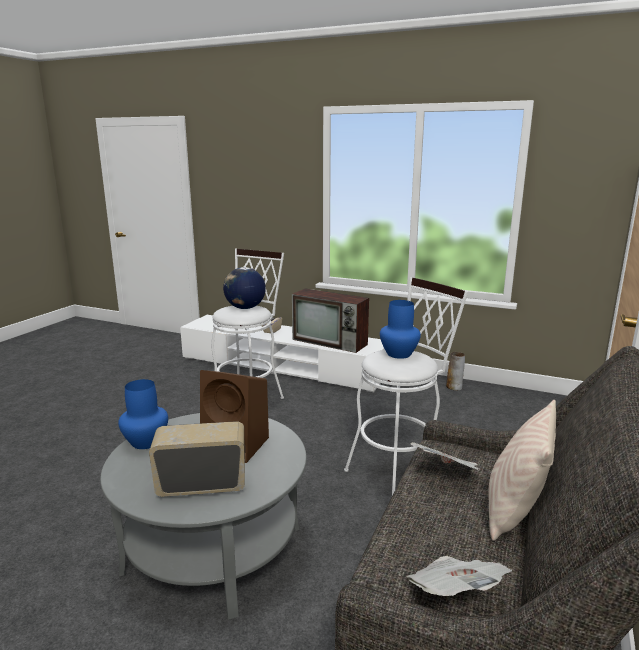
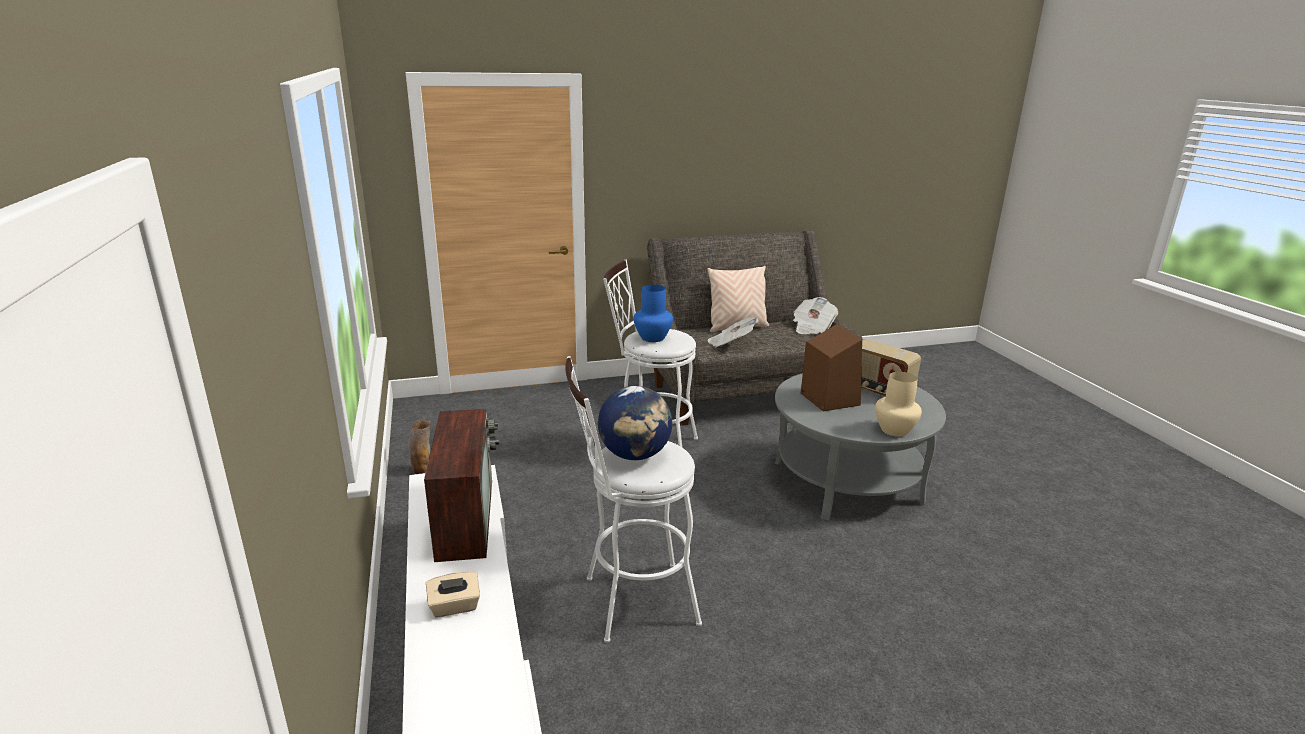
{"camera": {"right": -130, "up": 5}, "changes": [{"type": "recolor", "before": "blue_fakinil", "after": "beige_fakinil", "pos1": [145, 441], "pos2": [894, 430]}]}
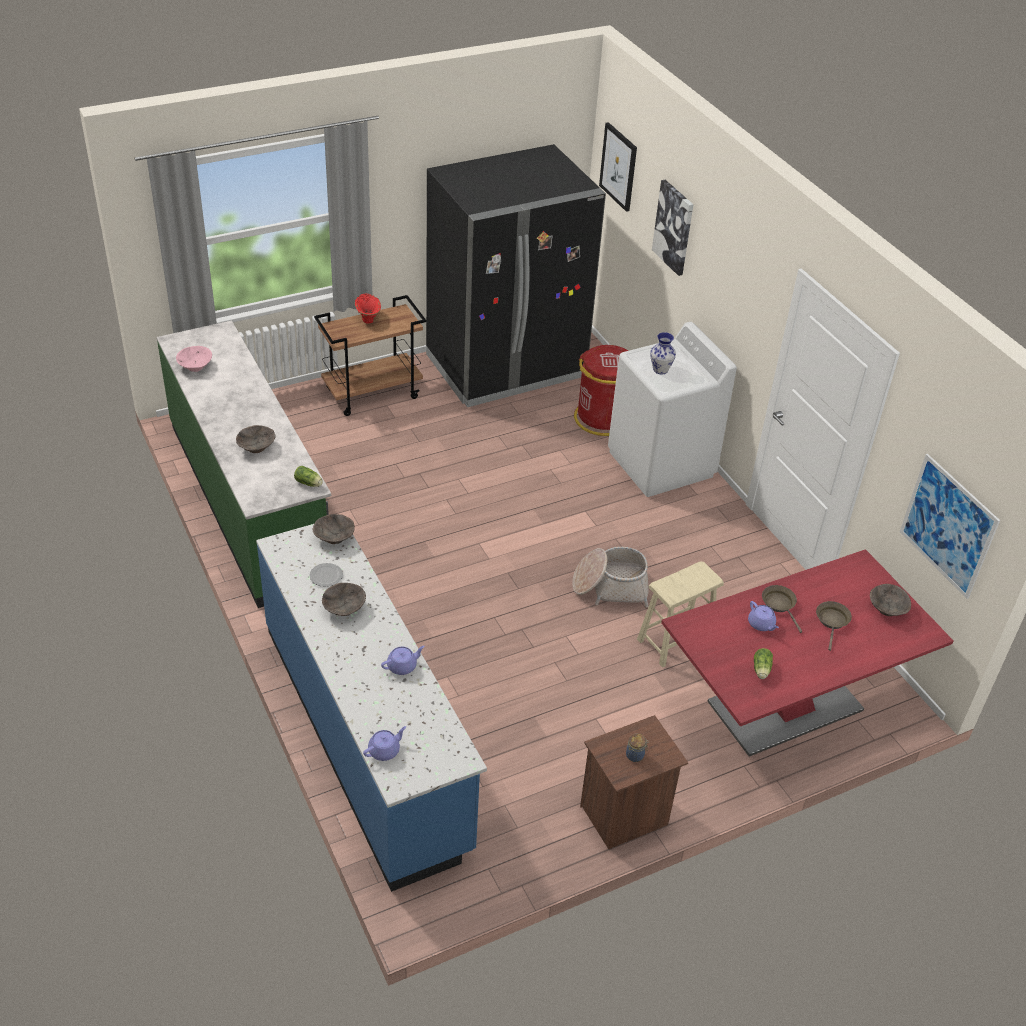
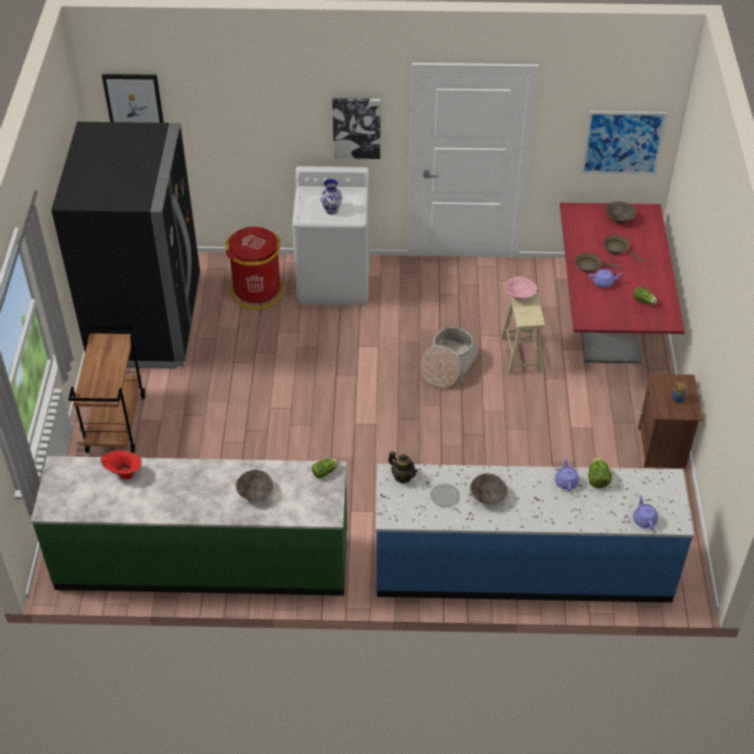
{"camera": {"right": -60, "up": 5}, "changes": [{"type": "move", "before": "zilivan", "pos1": [674, 227], "pos2": [356, 127]}, {"type": "move", "before": "red_fakinil", "pos1": [368, 318], "pos2": [123, 473]}, {"type": "move", "before": "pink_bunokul", "pos1": [195, 366], "pos2": [519, 295]}, {"type": "replace", "before": "brown_bunokul", "after": "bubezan", "pos1": [335, 538], "pos2": [402, 476]}, {"type": "insert", "after": "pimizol", "pos2": [597, 479]}]}
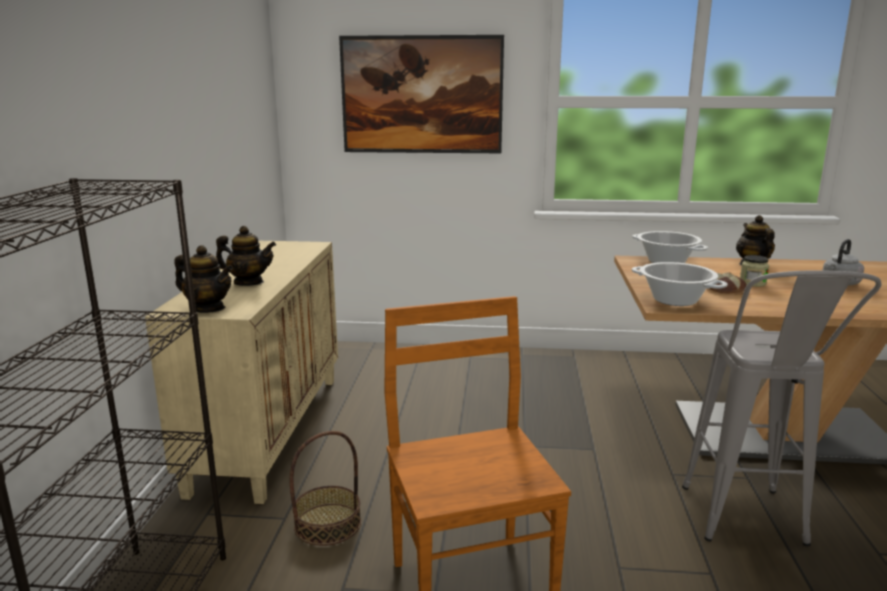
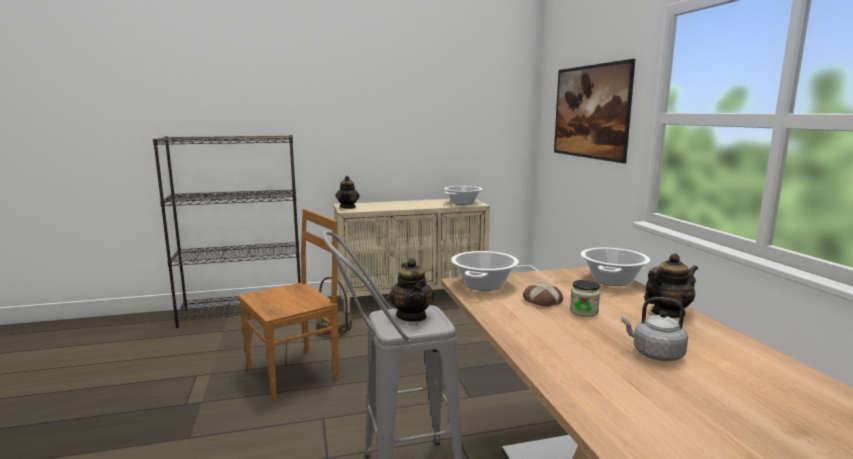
{"camera": {"right": 70, "up": -5}, "changes": [{"type": "move", "before": "bubezan", "pos1": [248, 283], "pos2": [412, 316]}, {"type": "insert", "after": "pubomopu", "pos2": [463, 203]}]}
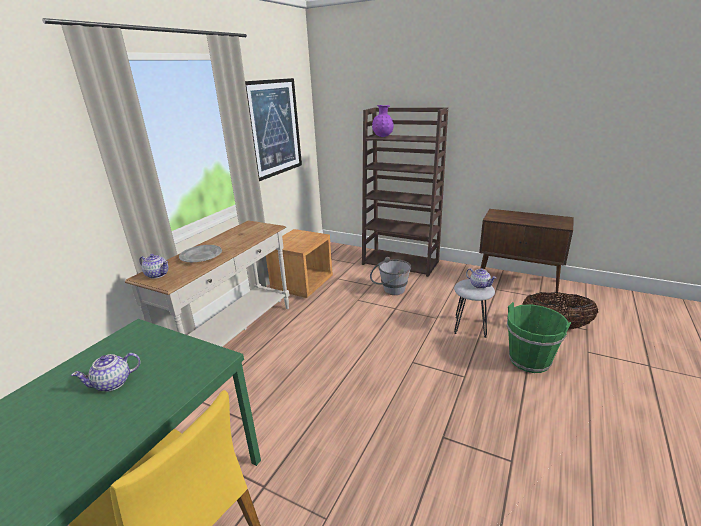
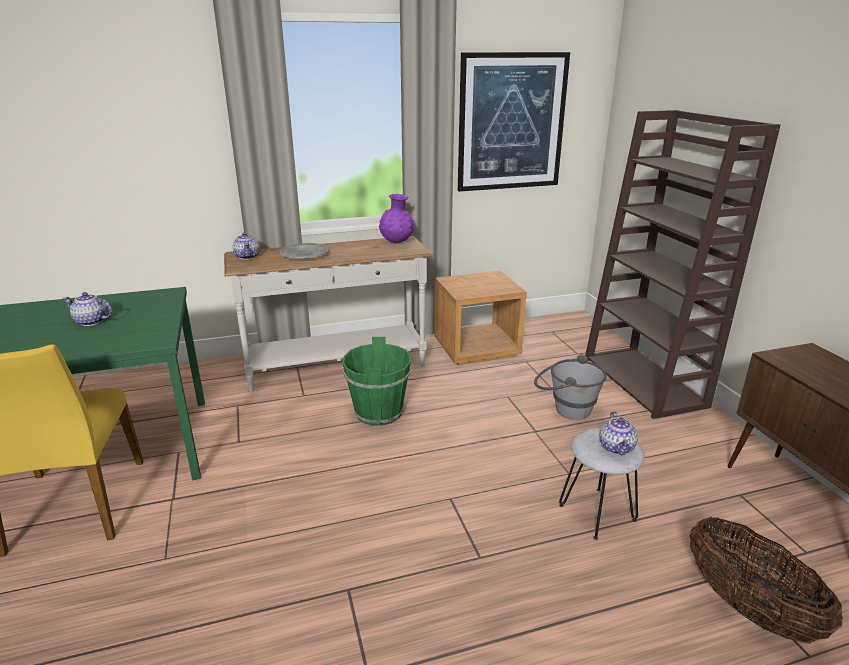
{"camera": {"right": 45, "up": 0}, "changes": [{"type": "move", "before": "purple_fakinil", "pos1": [382, 137], "pos2": [397, 242]}, {"type": "move", "before": "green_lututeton", "pos1": [529, 360], "pos2": [379, 412]}]}
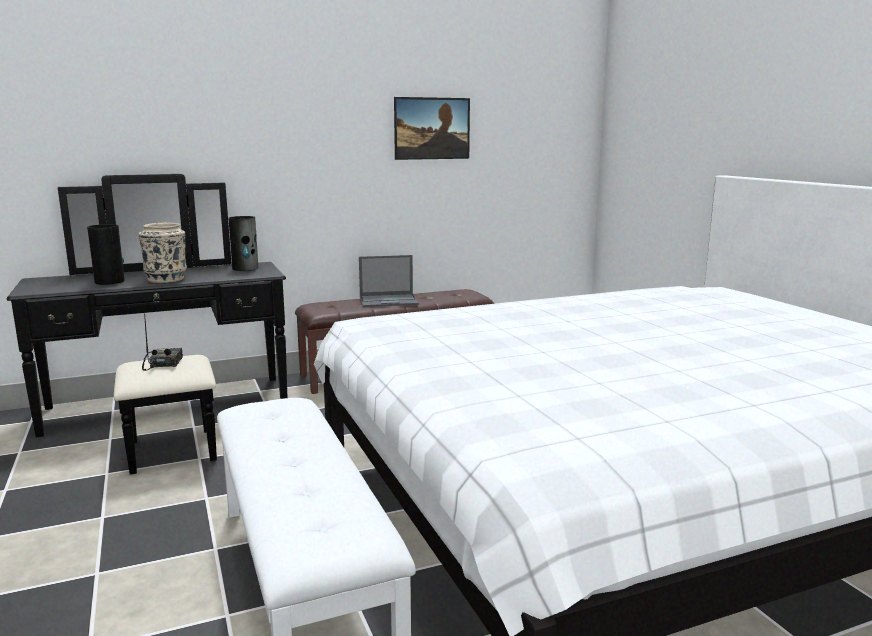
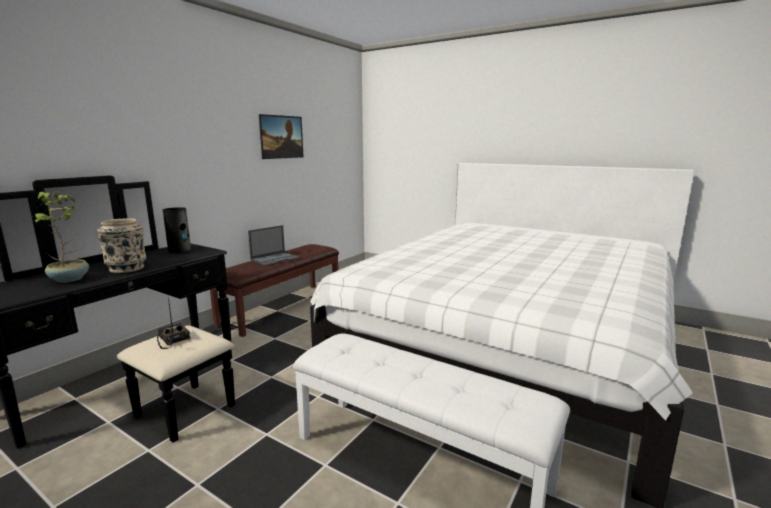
{"camera": {"right": -35, "up": 0}, "changes": [{"type": "replace", "before": "fakinil", "after": "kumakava", "pos1": [109, 281], "pos2": [71, 279]}]}
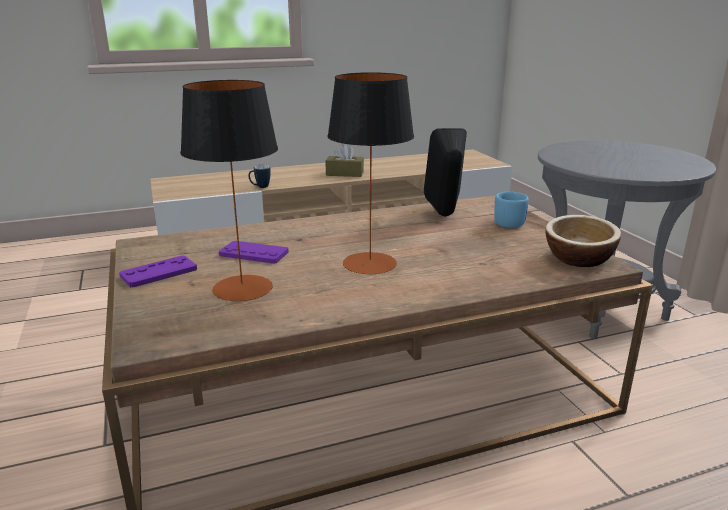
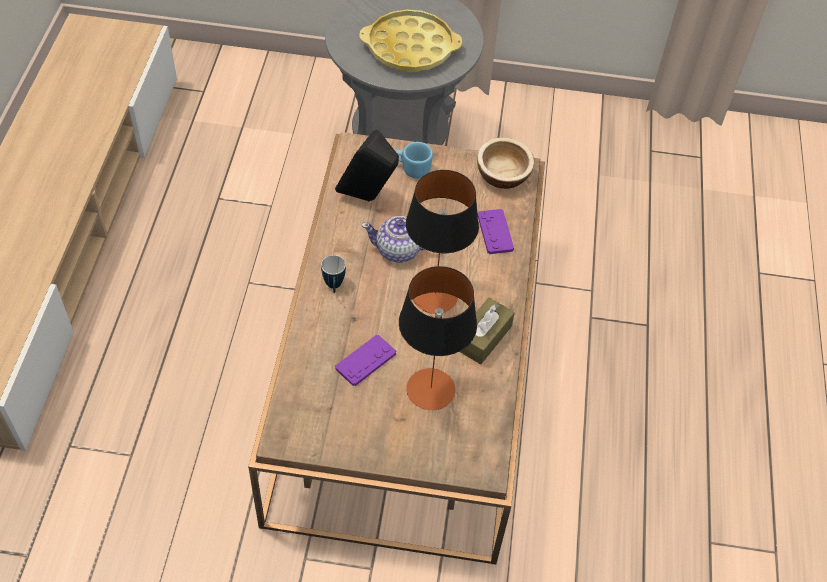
{"camera": {"right": -65, "up": 30}, "changes": [{"type": "move", "before": "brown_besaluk", "pos1": [344, 173], "pos2": [483, 337]}, {"type": "move", "before": "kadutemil", "pos1": [260, 187], "pos2": [334, 287]}, {"type": "move", "before": "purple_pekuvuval", "pos1": [159, 273], "pos2": [495, 232]}, {"type": "insert", "after": "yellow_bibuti", "pos2": [410, 48]}, {"type": "insert", "after": "bubezan", "pos2": [399, 250]}]}
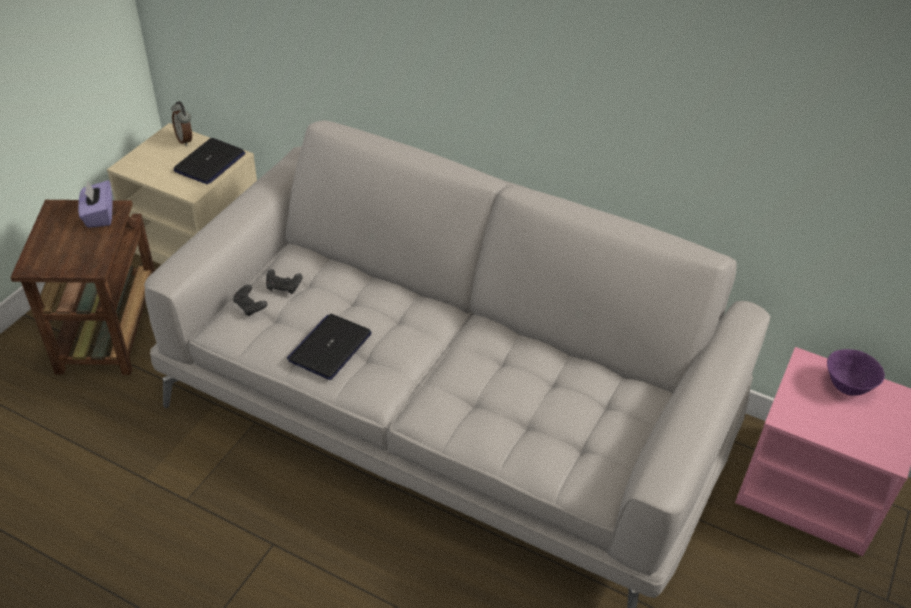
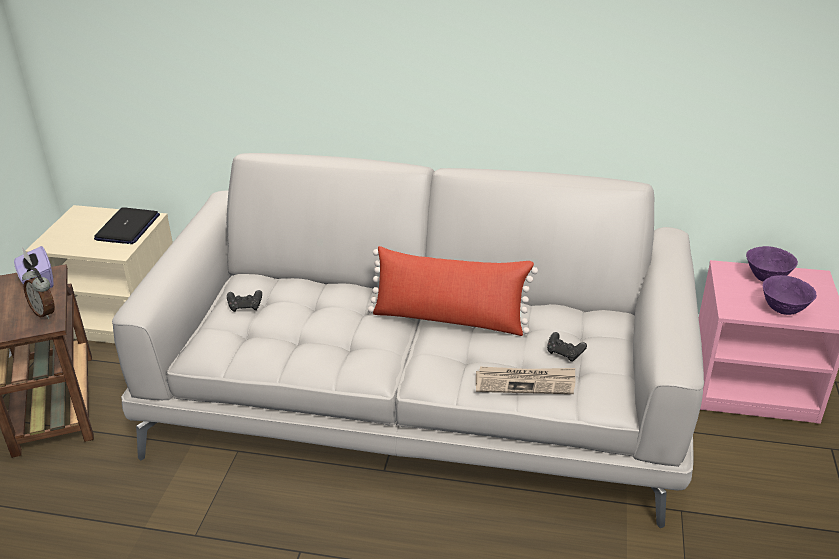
{"camera": {"right": -15, "up": -10}, "changes": [{"type": "move", "before": "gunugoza", "pos1": [185, 140], "pos2": [45, 312]}, {"type": "move", "before": "black_pekuvuval", "pos1": [250, 307], "pos2": [564, 353]}, {"type": "delete", "before": "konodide", "pos1": [330, 347]}, {"type": "insert", "after": "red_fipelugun", "pos2": [449, 319]}, {"type": "insert", "after": "purple_bunokul", "pos2": [783, 310]}, {"type": "insert", "after": "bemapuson", "pos2": [525, 382]}]}
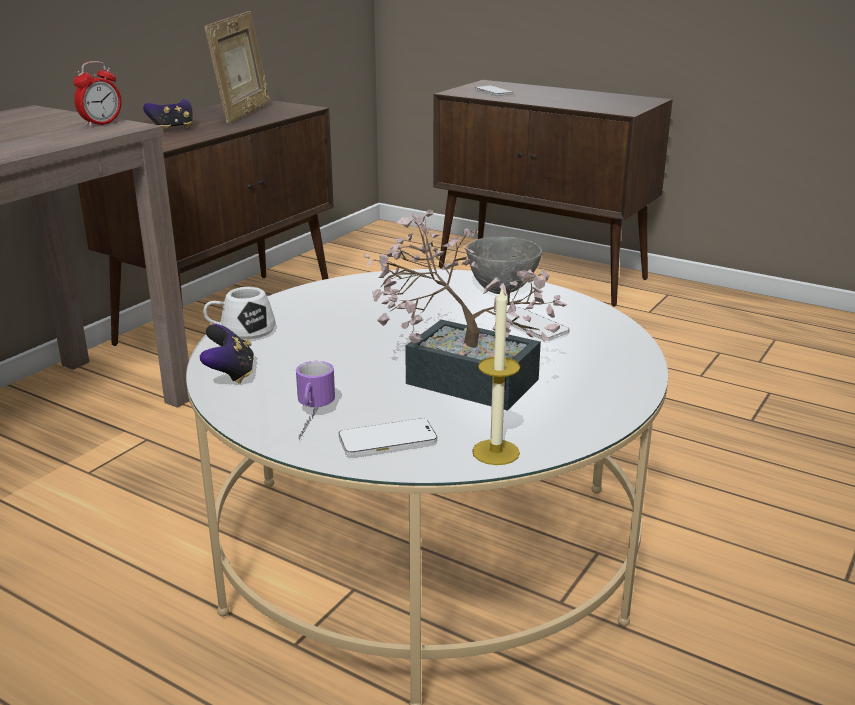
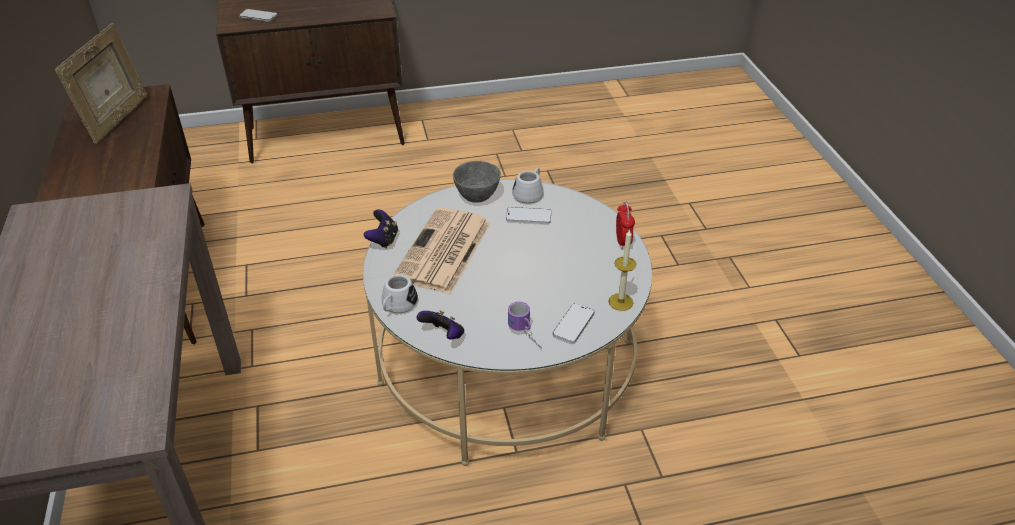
{"camera": {"right": -45, "up": 15}, "changes": [{"type": "rotate", "before": "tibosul", "pos1": [243, 114], "pos2": [117, 120], "turn": 45}, {"type": "move", "before": "gunugoza", "pos1": [101, 124], "pos2": [623, 242]}, {"type": "move", "before": "pekuvuval", "pos1": [172, 129], "pos2": [383, 240]}, {"type": "delete", "before": "kumakava", "pos1": [459, 377]}, {"type": "insert", "after": "white_kadutemil", "pos2": [529, 193]}, {"type": "insert", "after": "bemapuson", "pos2": [443, 252]}]}
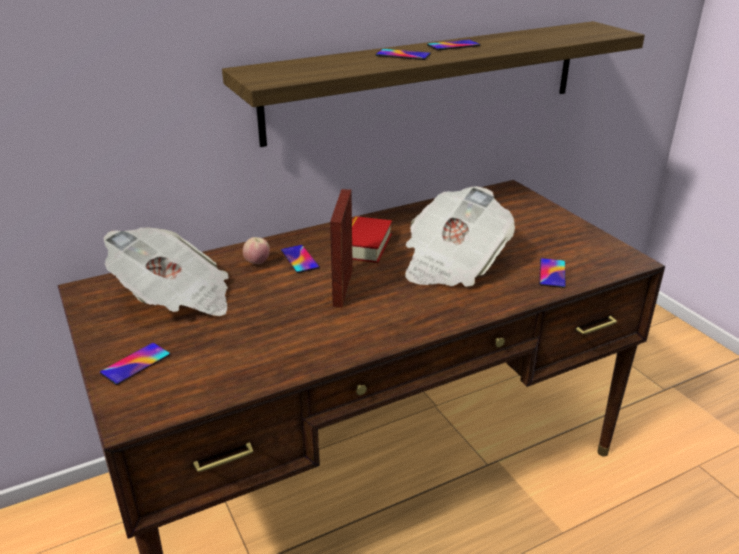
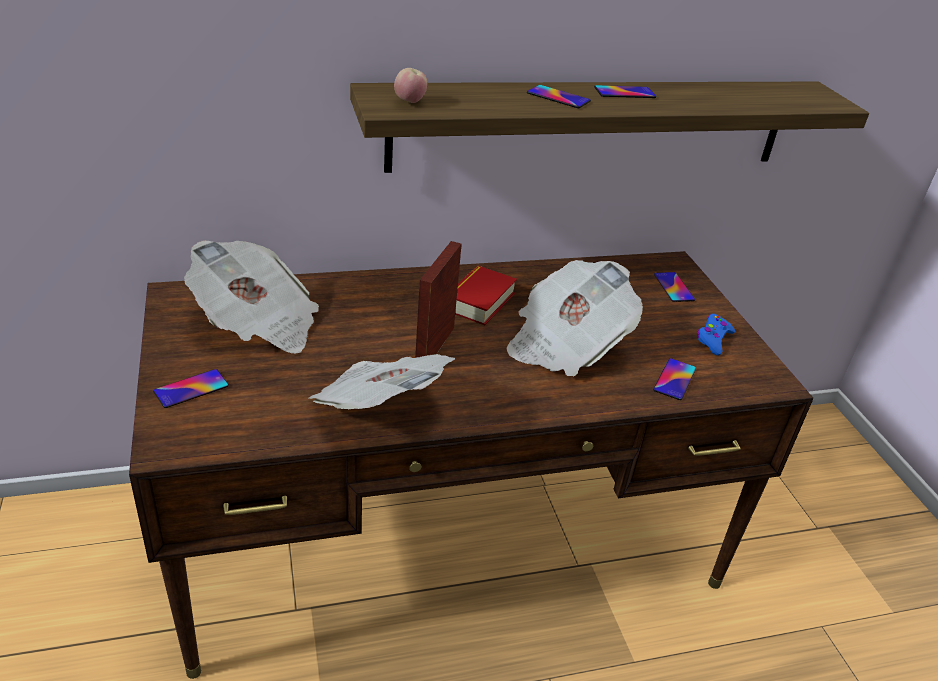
{"camera": {"right": 10, "up": 5}, "changes": [{"type": "move", "before": "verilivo", "pos1": [257, 263], "pos2": [410, 102]}, {"type": "move", "before": "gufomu", "pos1": [299, 259], "pos2": [673, 287]}, {"type": "insert", "after": "blue_pekuvuval", "pos2": [713, 339]}, {"type": "insert", "after": "bemapuson", "pos2": [379, 407]}]}
